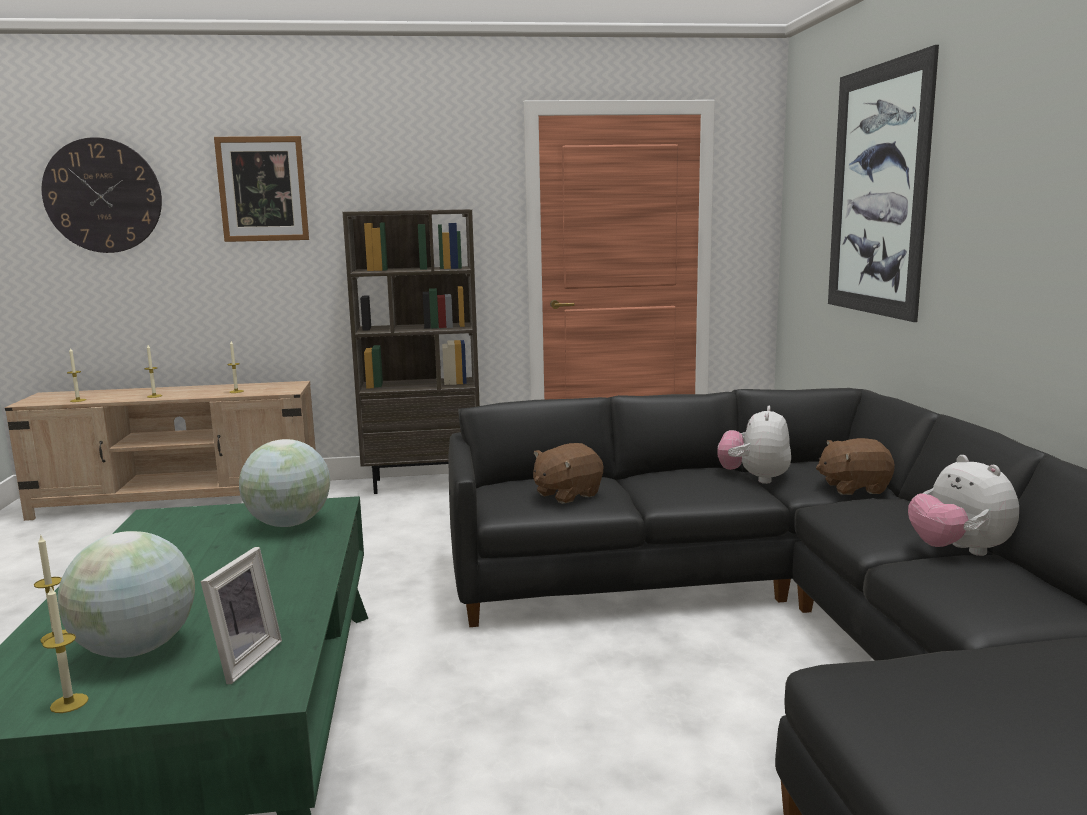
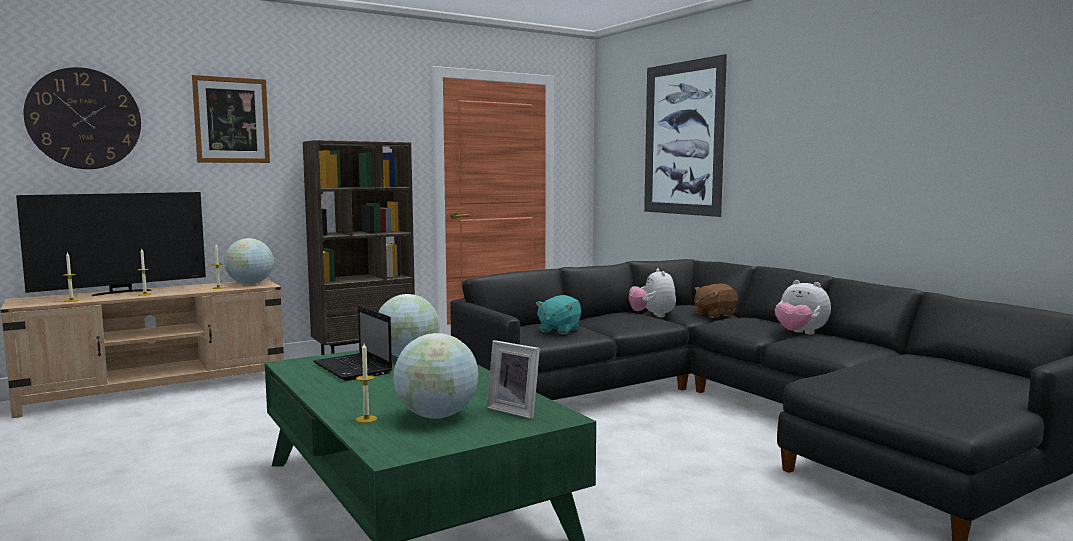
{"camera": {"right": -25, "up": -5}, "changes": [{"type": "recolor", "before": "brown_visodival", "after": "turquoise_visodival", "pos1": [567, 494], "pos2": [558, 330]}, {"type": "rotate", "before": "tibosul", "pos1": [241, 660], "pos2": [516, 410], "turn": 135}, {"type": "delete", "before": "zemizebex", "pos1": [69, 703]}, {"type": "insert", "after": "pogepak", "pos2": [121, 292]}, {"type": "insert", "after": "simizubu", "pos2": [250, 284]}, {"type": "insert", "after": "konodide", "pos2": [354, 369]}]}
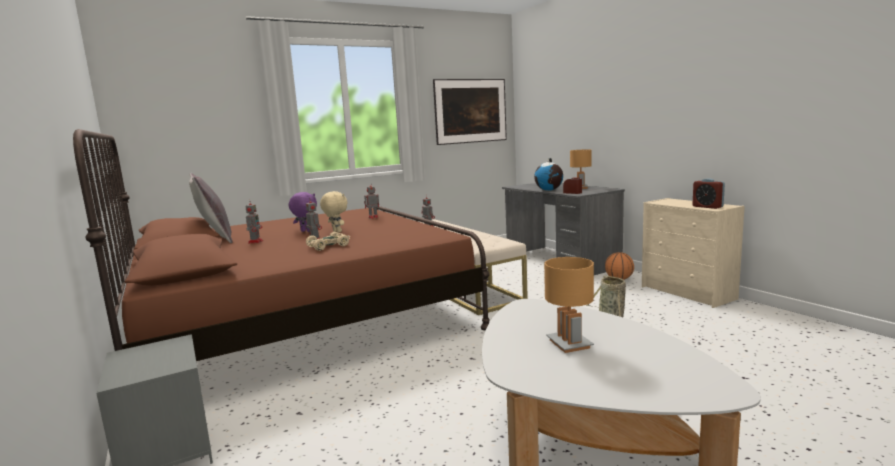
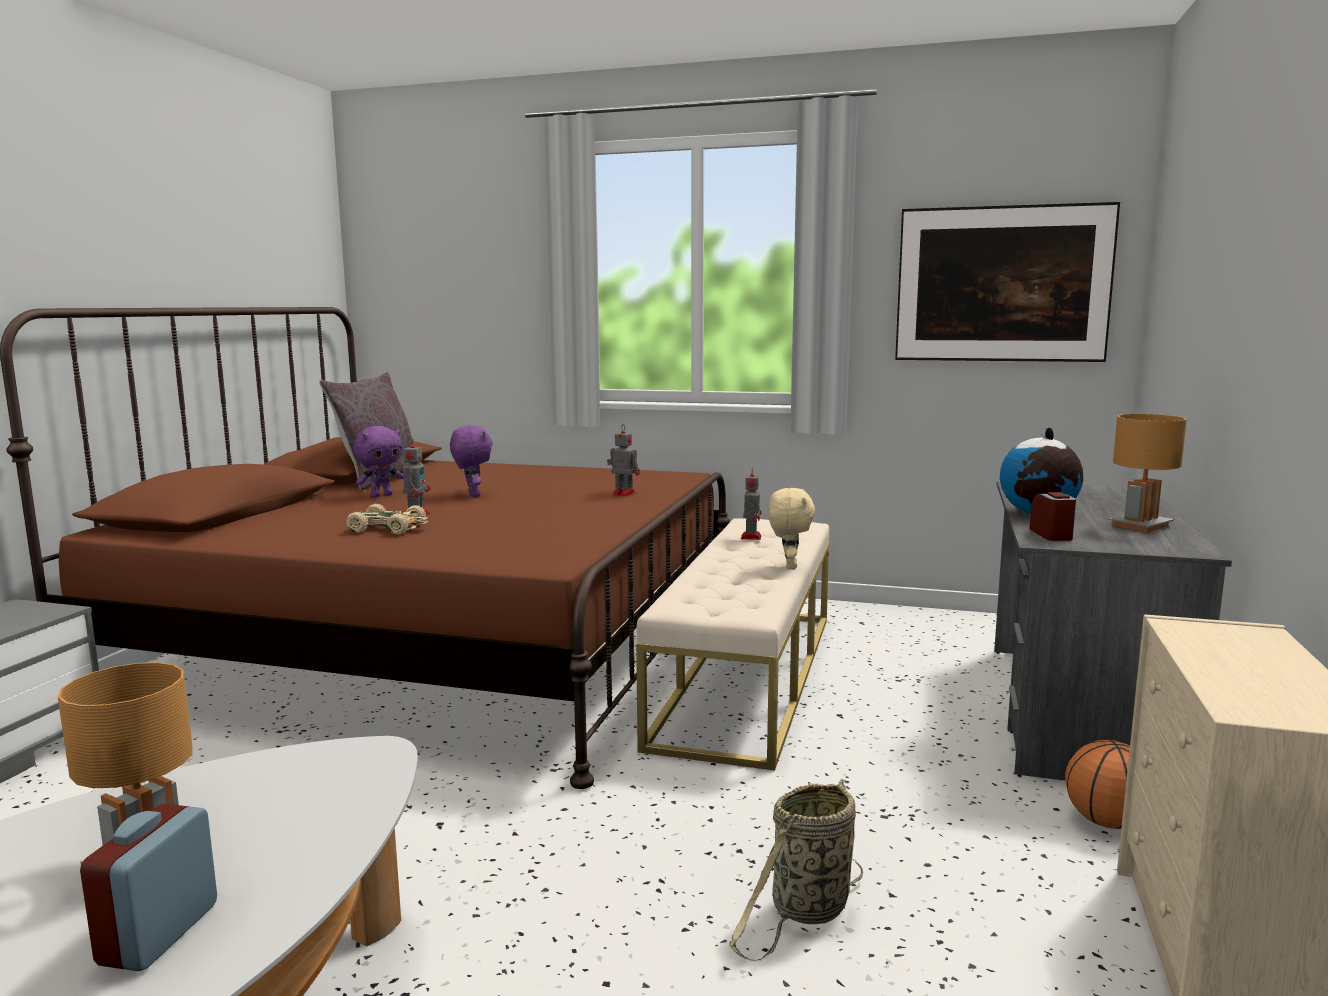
{"camera": {"right": 45, "up": 0}, "changes": [{"type": "move", "before": "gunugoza", "pos1": [707, 207], "pos2": [159, 934]}, {"type": "move", "before": "beige_visodival", "pos1": [336, 231], "pos2": [789, 566]}, {"type": "replace", "before": "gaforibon", "after": "purple_visodival", "pos1": [255, 241], "pos2": [381, 495]}]}
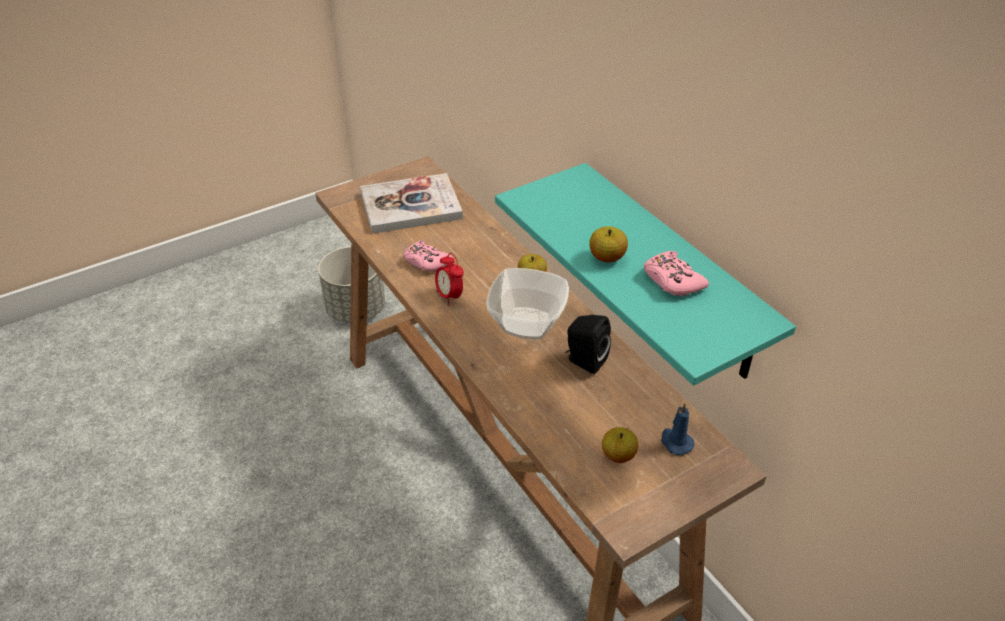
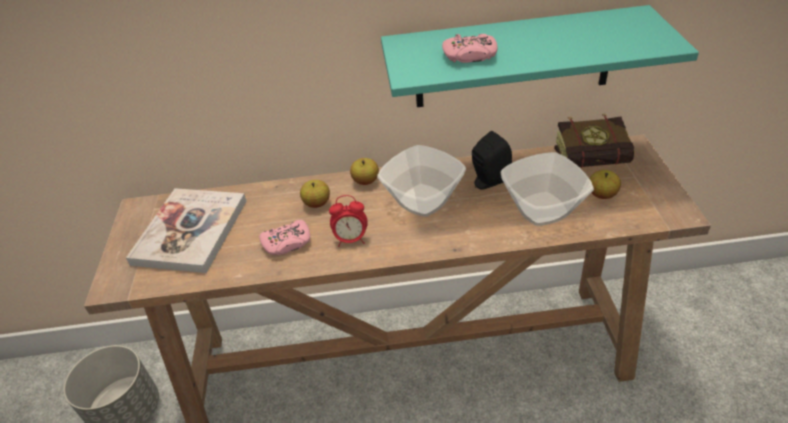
{"camera": {"right": -60, "up": 0}, "changes": [{"type": "move", "before": "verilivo", "pos1": [607, 257], "pos2": [317, 203]}, {"type": "move", "before": "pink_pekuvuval", "pos1": [672, 280], "pos2": [470, 56]}, {"type": "replace", "before": "blue_zemizebex", "after": "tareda", "pos1": [675, 442], "pos2": [598, 163]}, {"type": "insert", "after": "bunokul", "pos2": [542, 208]}]}
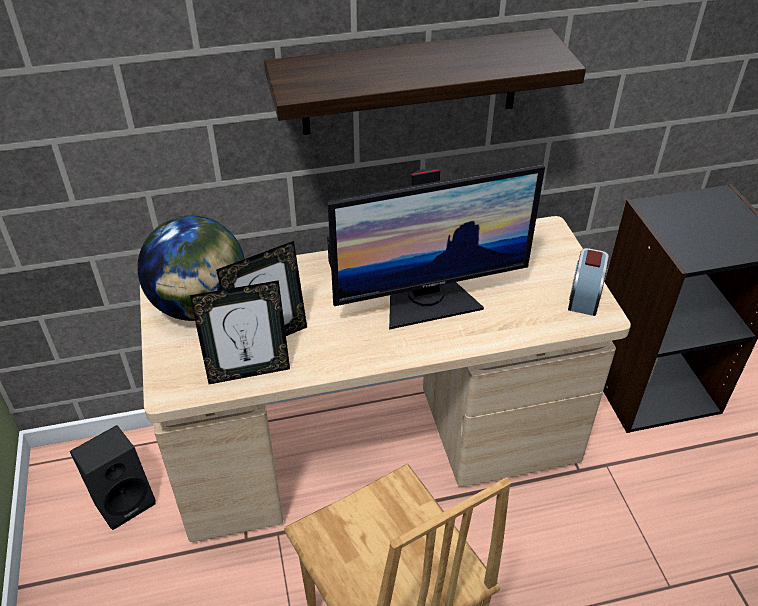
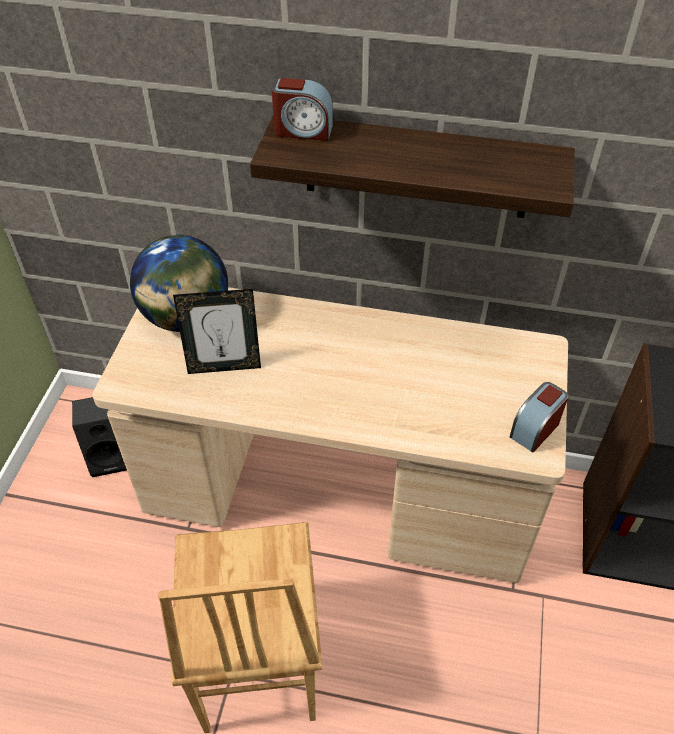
{"camera": {"right": 25, "up": 5}, "changes": [{"type": "delete", "before": "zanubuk", "pos1": [428, 302]}, {"type": "delete", "before": "tibosul", "pos1": [248, 371]}, {"type": "insert", "after": "gunugoza", "pos2": [303, 130]}]}
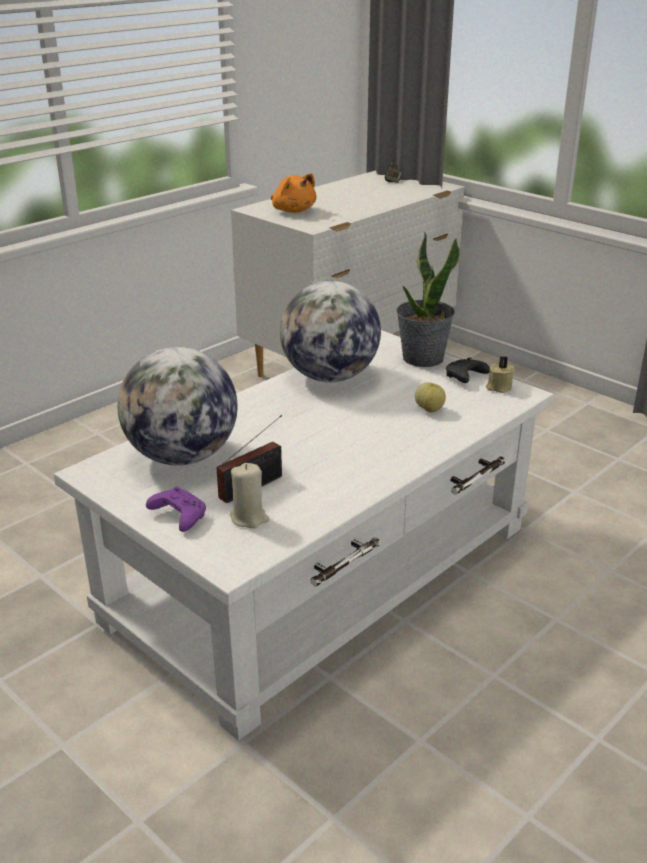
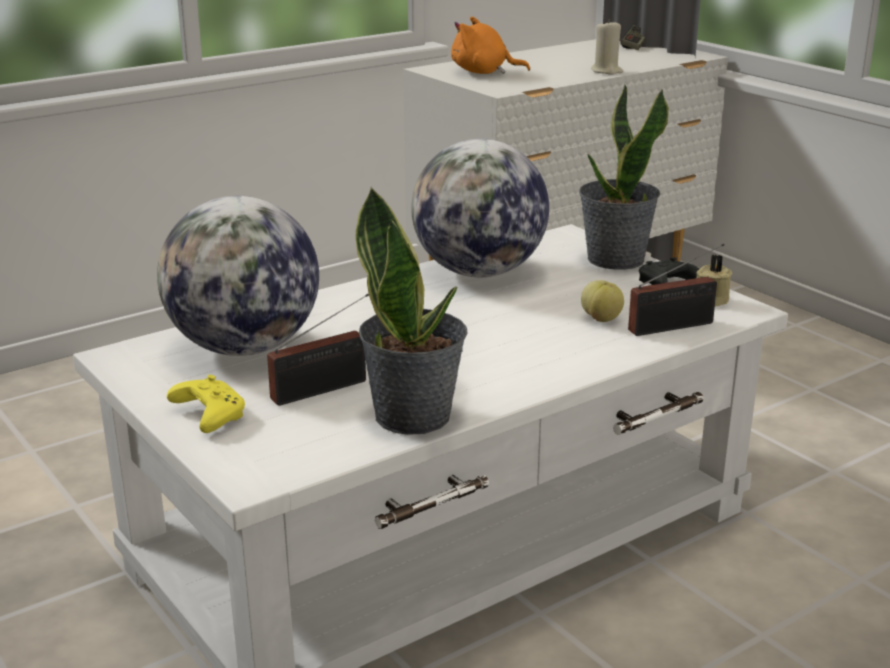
{"camera": {"right": 10, "up": -5}, "changes": [{"type": "rotate", "before": "orange_visodival", "pos1": [293, 210], "pos2": [483, 72], "turn": 135}, {"type": "move", "before": "beige_zemizebex", "pos1": [249, 518], "pos2": [606, 71]}, {"type": "recolor", "before": "purple_pekuvuval", "after": "yellow_pekuvuval", "pos1": [178, 516], "pos2": [208, 415]}, {"type": "insert", "after": "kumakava", "pos2": [414, 415]}, {"type": "insert", "after": "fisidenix", "pos2": [676, 326]}]}
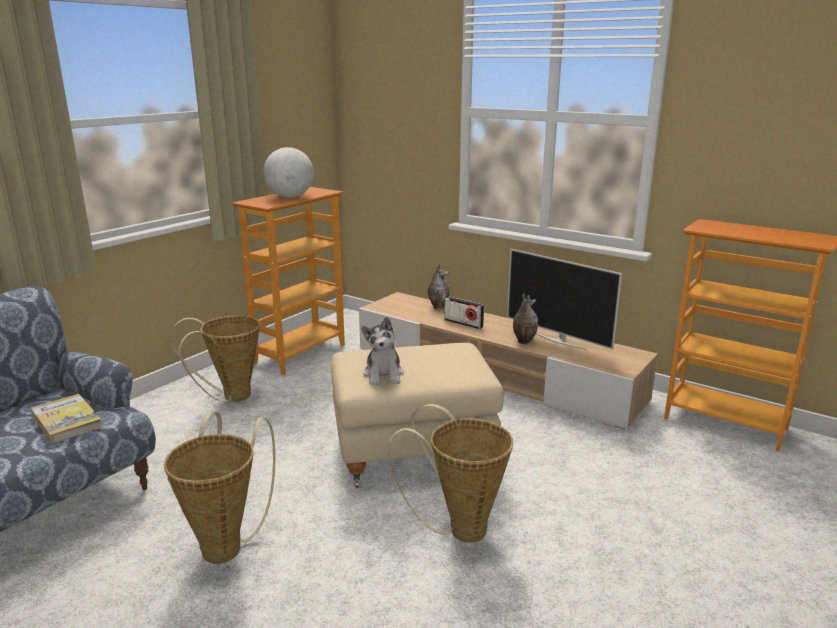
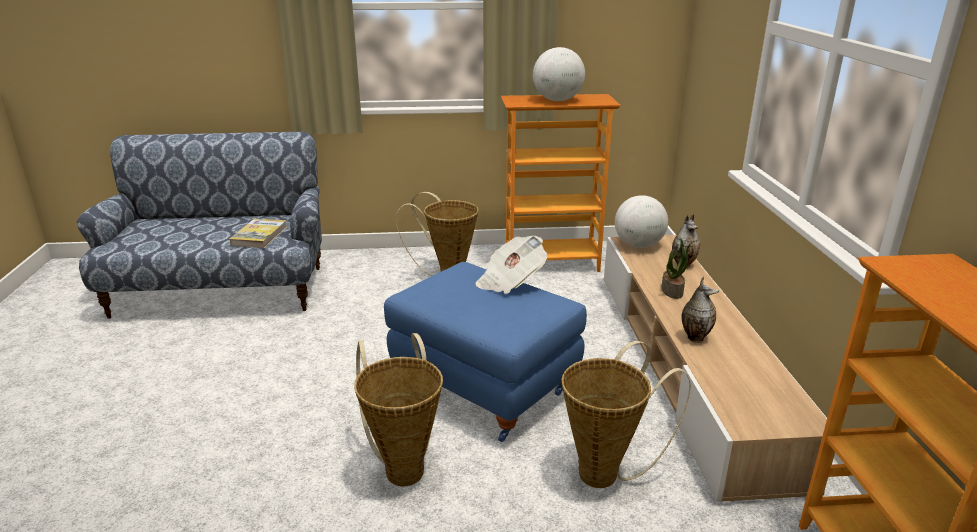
{"camera": {"right": 50, "up": 5}, "changes": [{"type": "delete", "before": "pogepak", "pos1": [559, 341]}, {"type": "replace", "before": "fisidenix", "after": "kumakava", "pos1": [463, 323], "pos2": [672, 291]}, {"type": "delete", "before": "visodival", "pos1": [383, 375]}, {"type": "recolor", "before": "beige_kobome", "after": "blue_kobome", "pos1": [413, 451], "pos2": [486, 388]}, {"type": "move", "before": "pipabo", "pos1": [226, 545], "pos2": [606, 472]}, {"type": "insert", "after": "simizubu", "pos2": [638, 245]}, {"type": "insert", "after": "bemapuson", "pos2": [510, 281]}]}
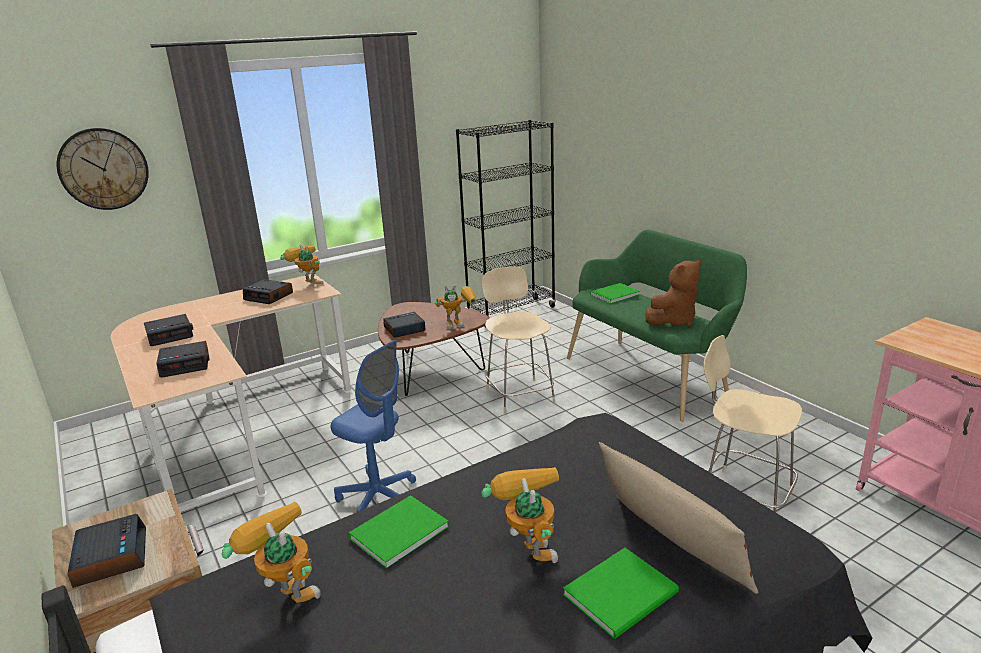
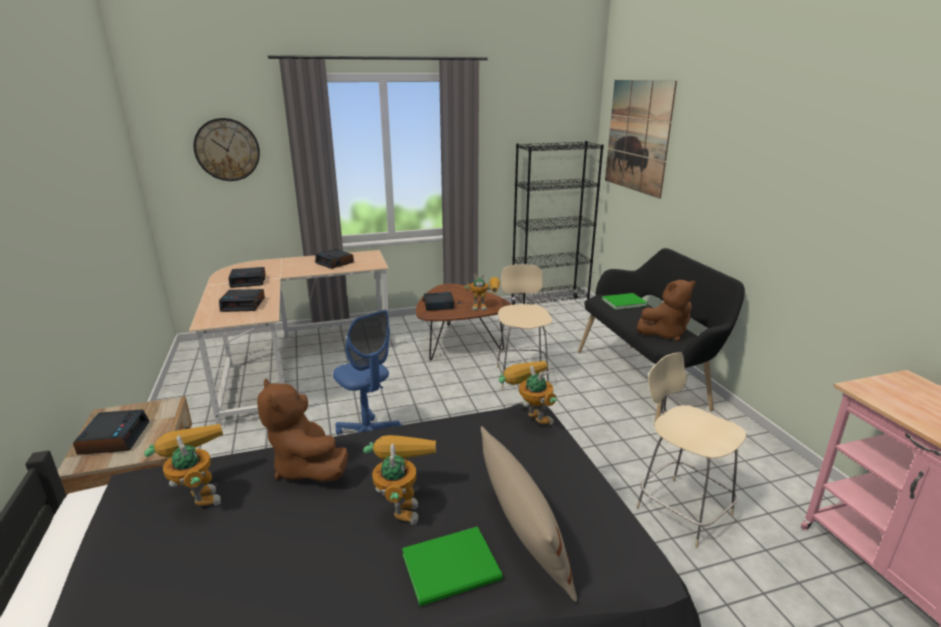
{"camera": {"right": 15, "up": 0}, "changes": [{"type": "recolor", "before": "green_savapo", "after": "black_savapo", "pos1": [650, 375], "pos2": [646, 380]}, {"type": "move", "before": "gaforibon", "pos1": [307, 284], "pos2": [529, 417]}, {"type": "replace", "before": "green_tareda", "after": "brown_visodival", "pos1": [395, 533], "pos2": [307, 467]}, {"type": "insert", "after": "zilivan", "pos2": [637, 136]}]}
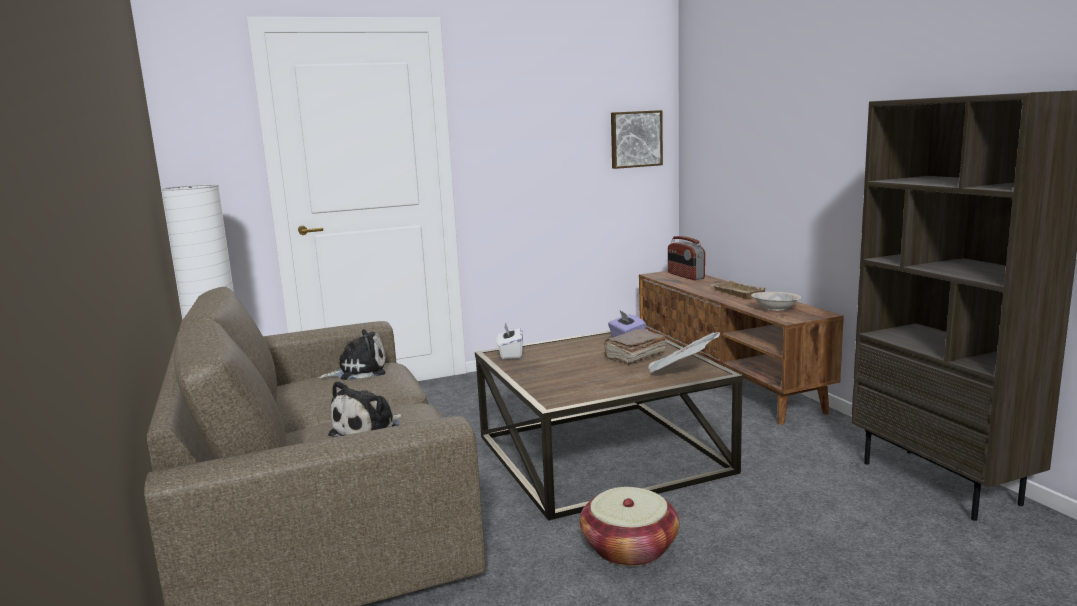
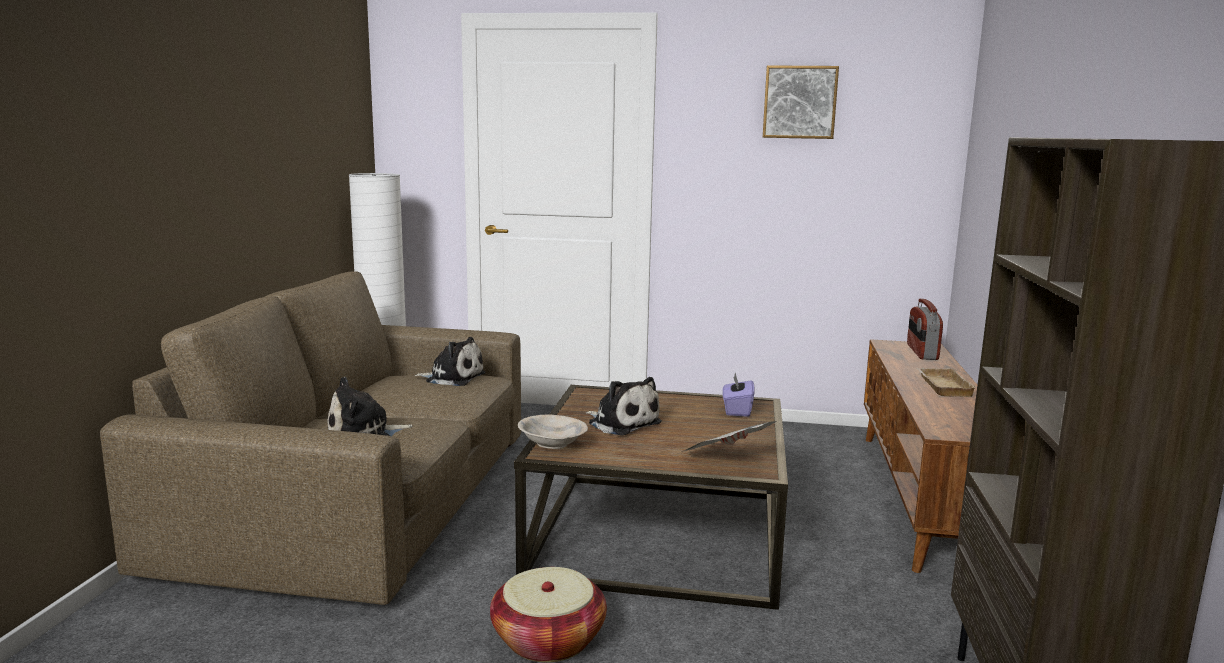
{"camera": {"right": 30, "up": 0}, "changes": [{"type": "move", "before": "zilivan", "pos1": [635, 139], "pos2": [799, 102]}, {"type": "move", "before": "beige_bunokul", "pos1": [775, 309], "pos2": [552, 445]}, {"type": "delete", "before": "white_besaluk", "pos1": [510, 354]}, {"type": "delete", "before": "brown_tareda", "pos1": [634, 356]}, {"type": "insert", "after": "visodival", "pos2": [622, 423]}]}
